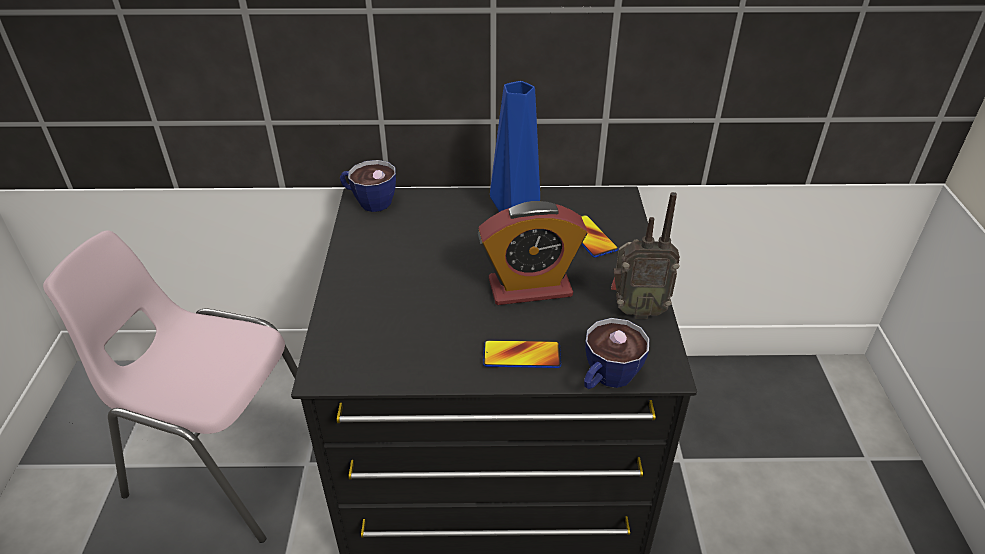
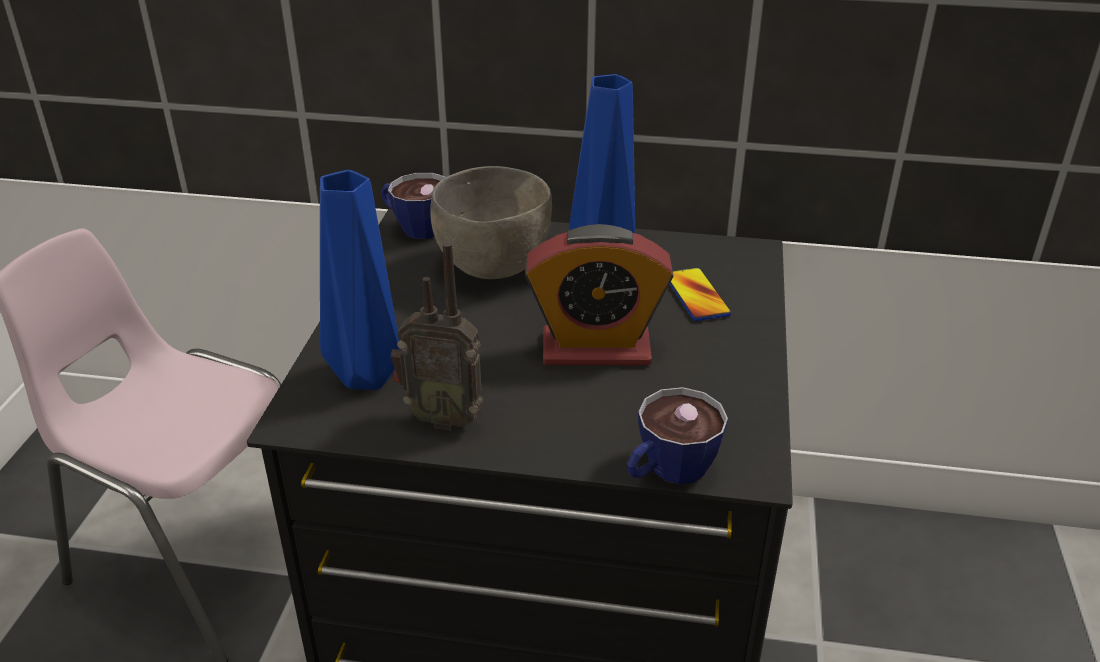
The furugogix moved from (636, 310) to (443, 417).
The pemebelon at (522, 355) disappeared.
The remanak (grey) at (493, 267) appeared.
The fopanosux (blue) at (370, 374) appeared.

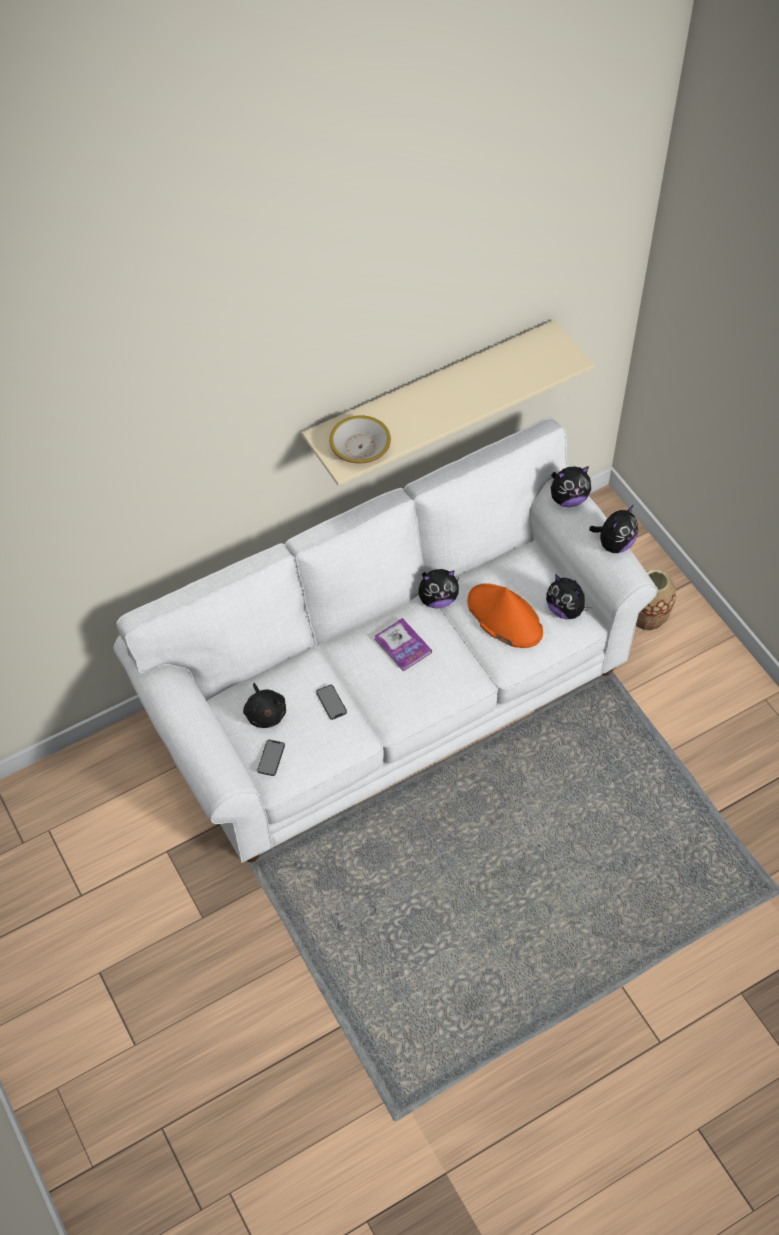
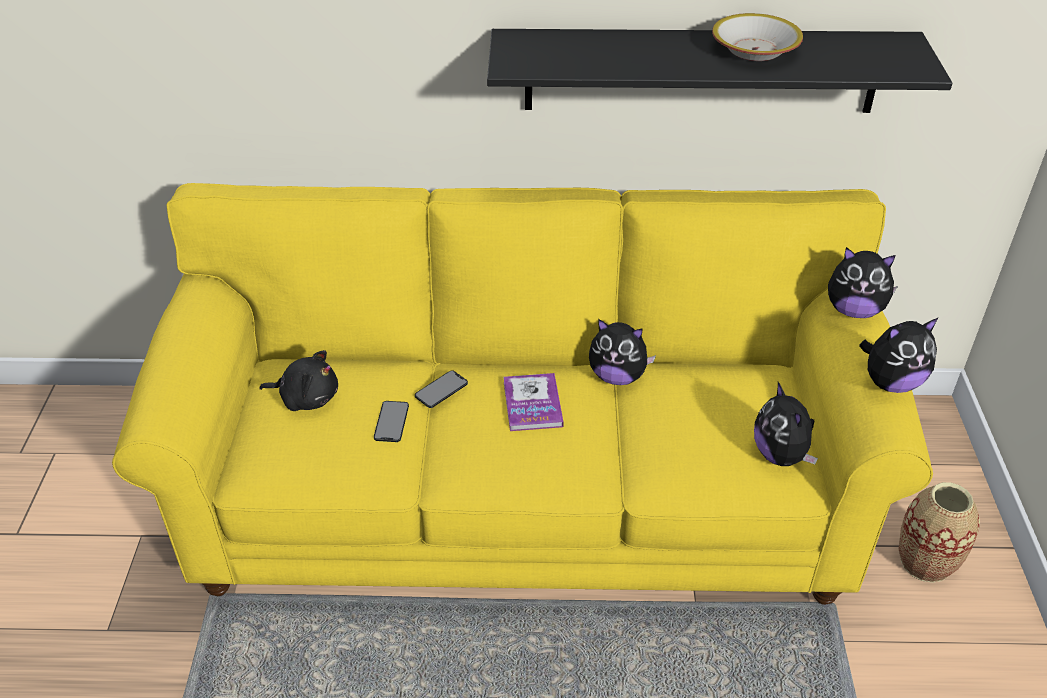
The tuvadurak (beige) at (431, 394) became the tuvadurak (black) at (701, 71).
The remanak moved from (360, 447) to (754, 50).
The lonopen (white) at (391, 695) became the lonopen (yellow) at (524, 497).
The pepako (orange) at (504, 617) disappeared.
The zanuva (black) at (265, 713) turned 90 degrees counterclockwise.
The pemebelon moved from (271, 758) to (441, 389).

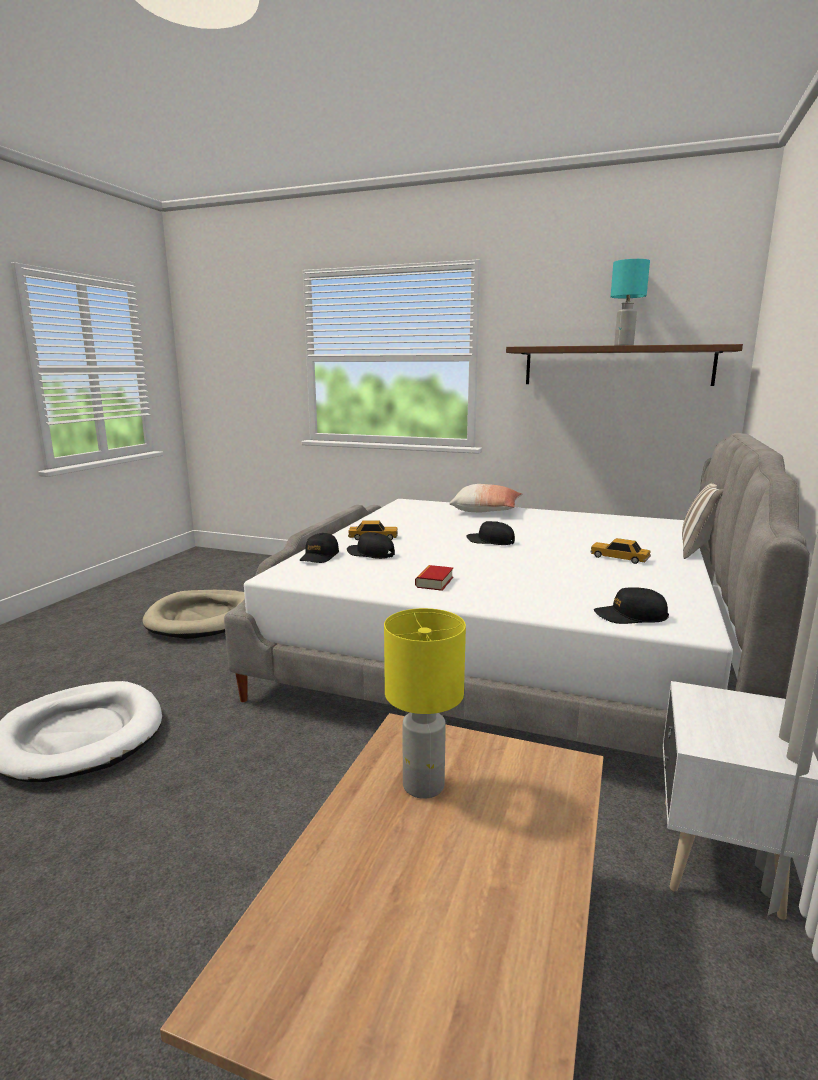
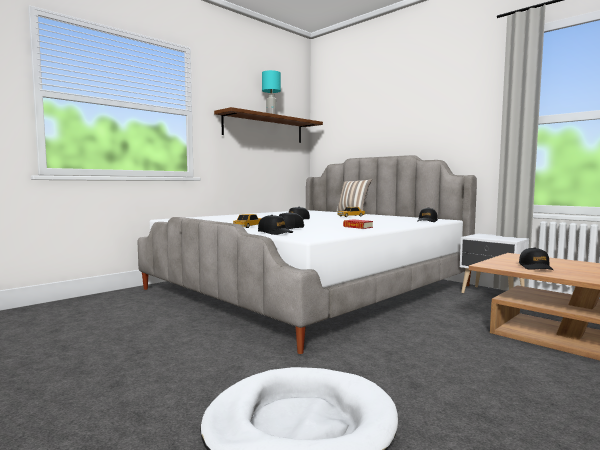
The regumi at (486, 511) disappeared.
The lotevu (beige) at (202, 618) disappeared.
The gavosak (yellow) at (424, 786) was replaced by the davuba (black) at (535, 267).

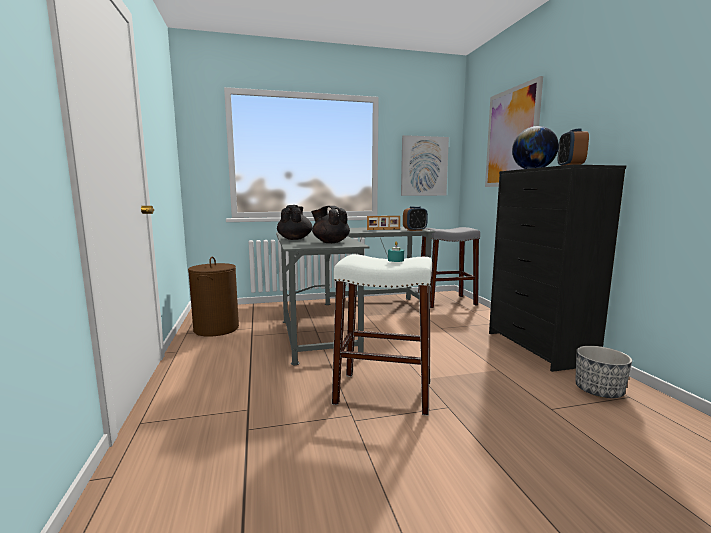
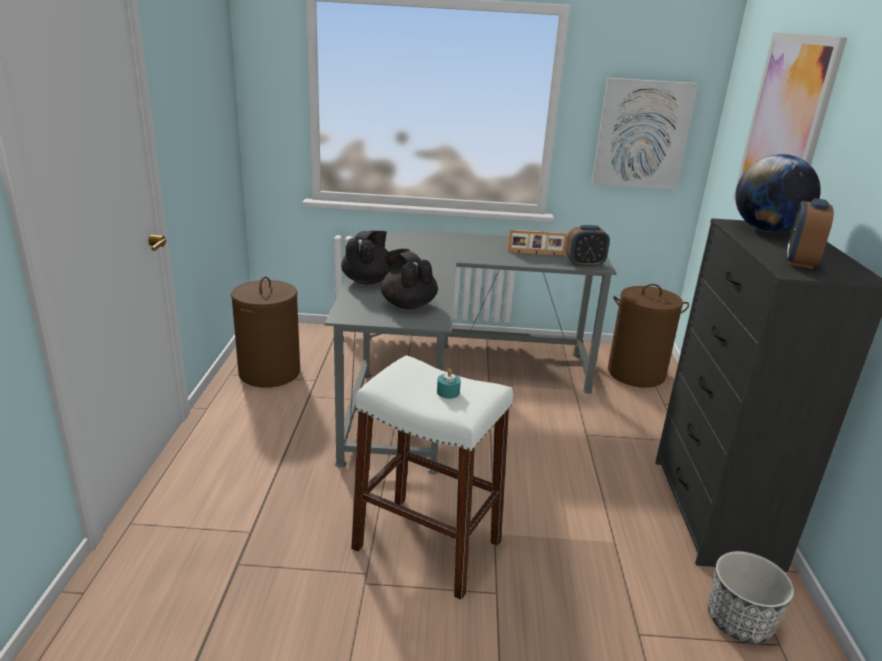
The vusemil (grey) at (447, 301) was replaced by the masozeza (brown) at (636, 373).

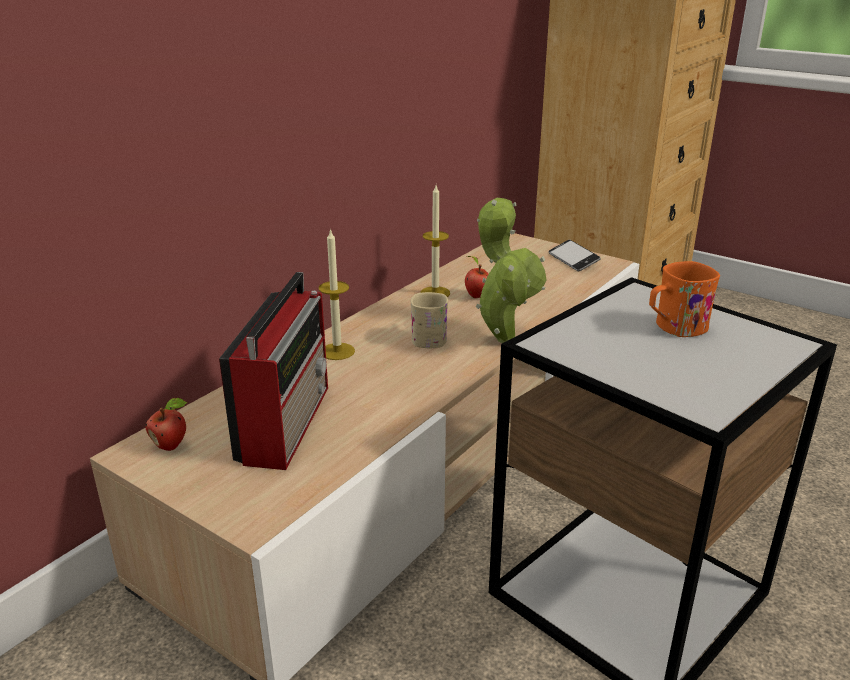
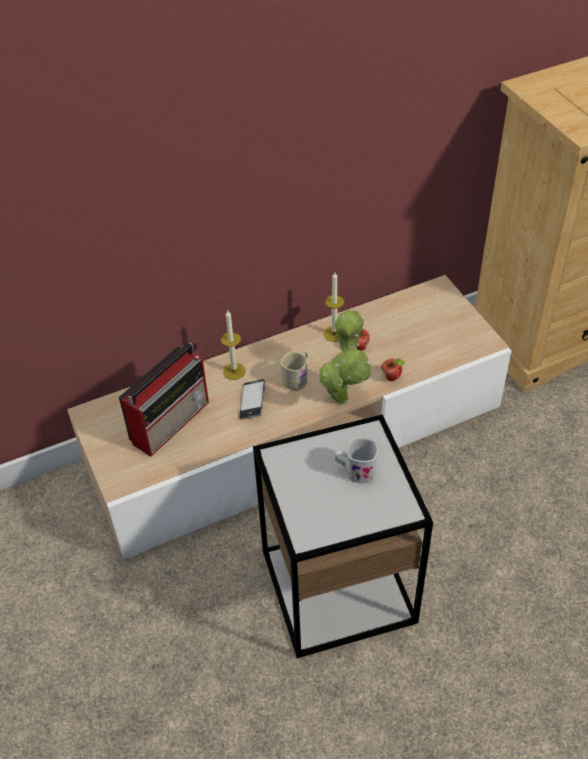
The pemebelon moved from (573, 260) to (252, 402).
The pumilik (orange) at (674, 328) became the pumilik (white) at (355, 471).
The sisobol moved from (172, 445) to (392, 377).

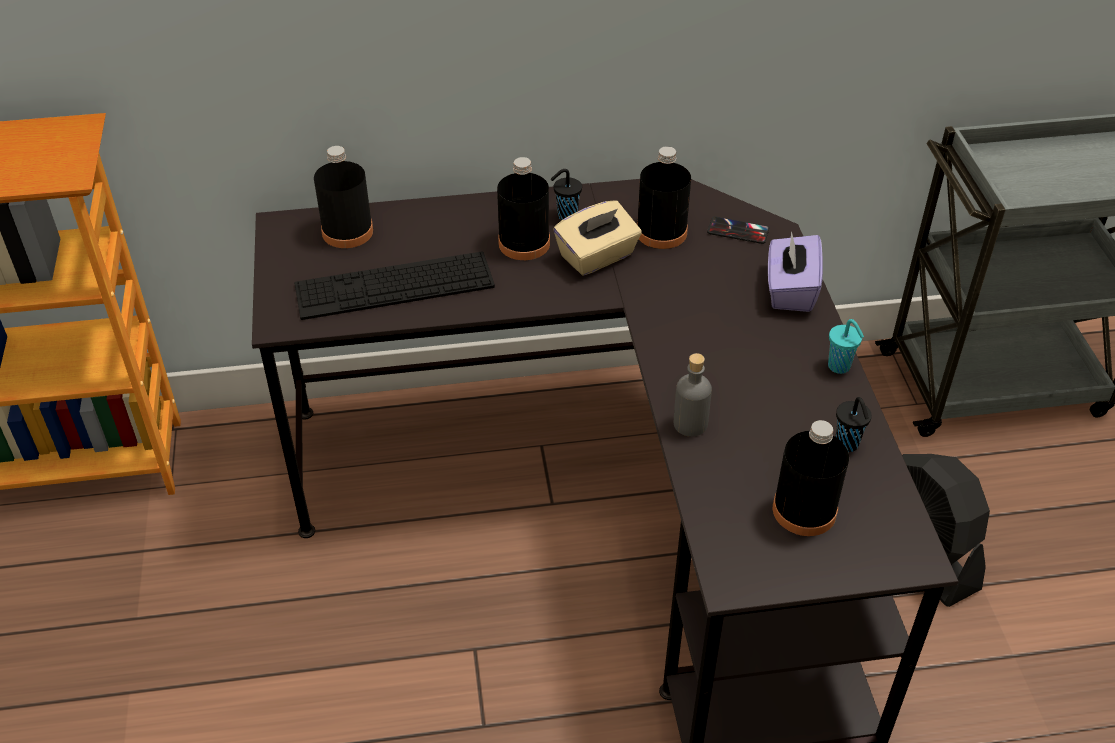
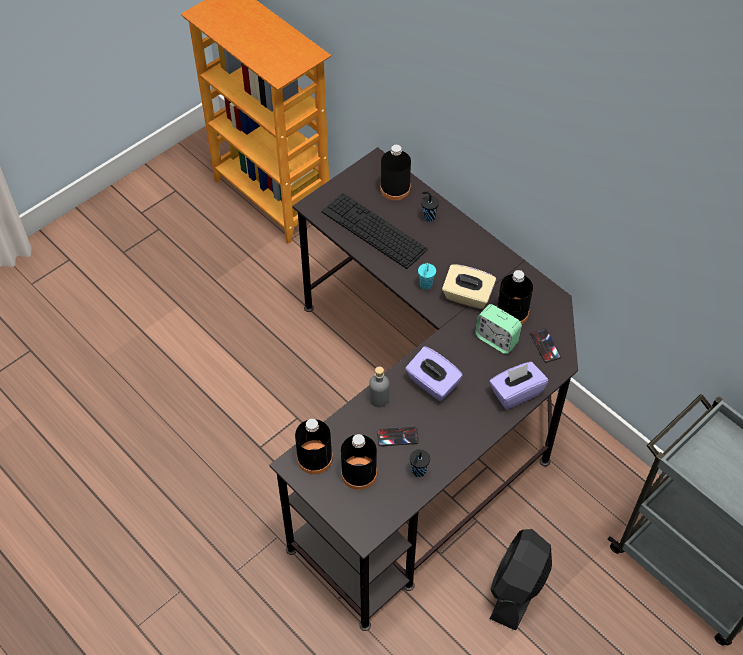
The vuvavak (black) moved from (524, 243) to (314, 458).
The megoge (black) moved from (566, 216) to (428, 216).
The megoge (turquoise) moved from (840, 367) to (426, 285).
The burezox at (496, 340) appeared.
The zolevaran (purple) at (432, 383) appeared.
The pemebelon at (397, 436) appeared.

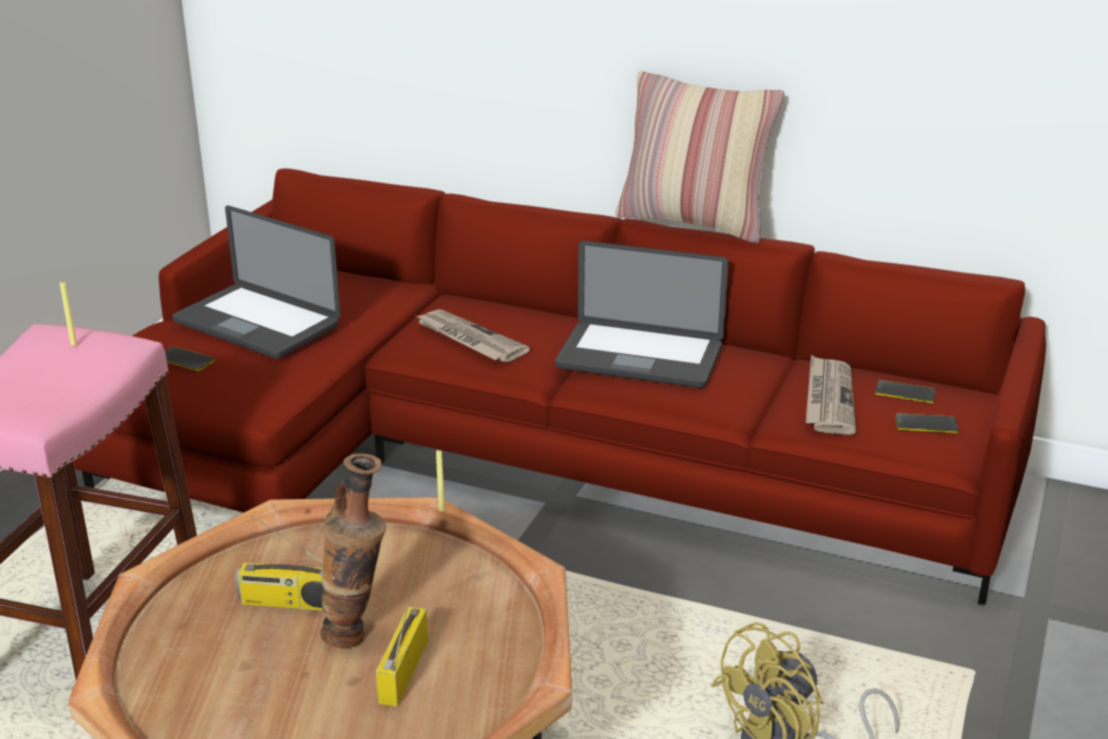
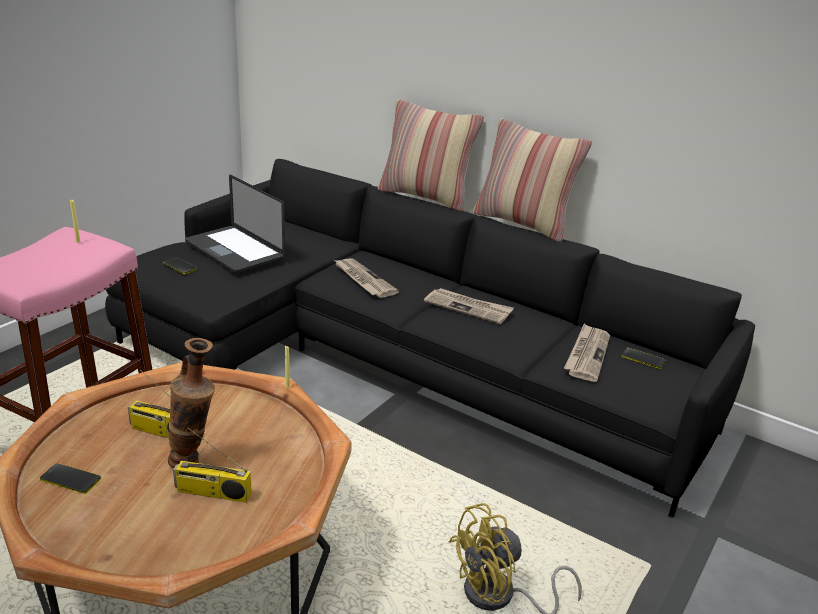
The lonopen (red) at (529, 457) became the lonopen (black) at (396, 363).
The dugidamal at (639, 358) was replaced by the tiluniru at (468, 308).
The pemebelon moved from (926, 424) to (70, 479).
The furugogix at (403, 669) turned 105 degrees counterclockwise.
The regumi at (425, 197) appeared.

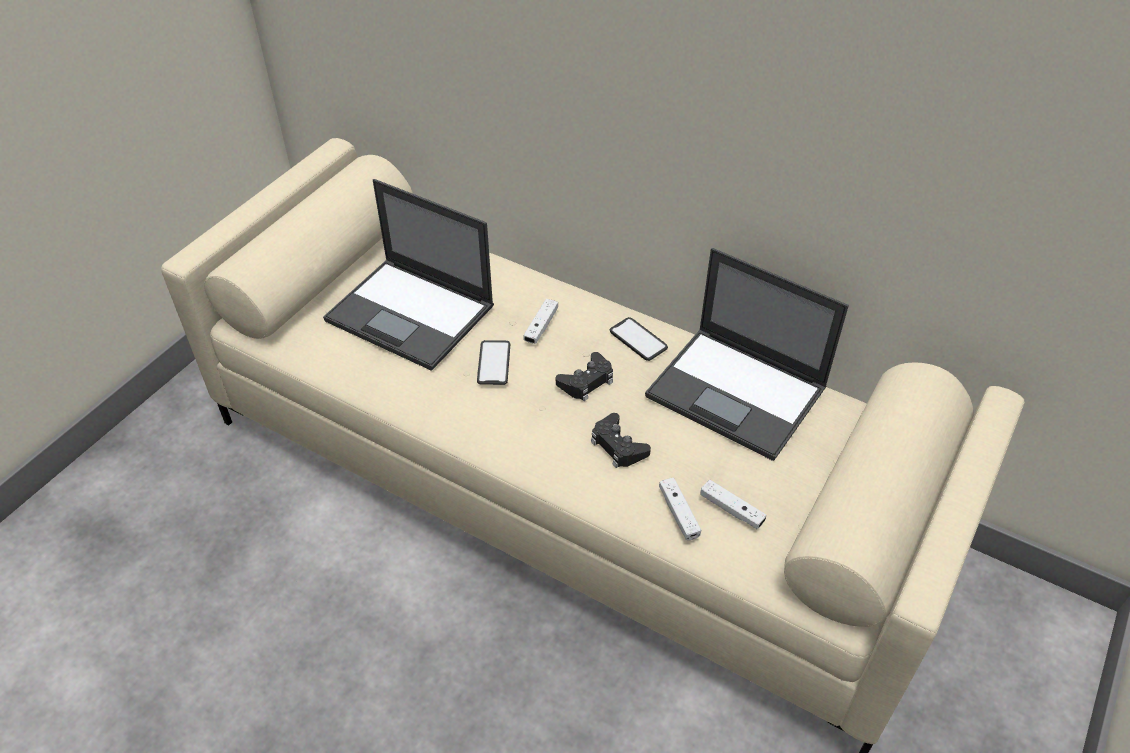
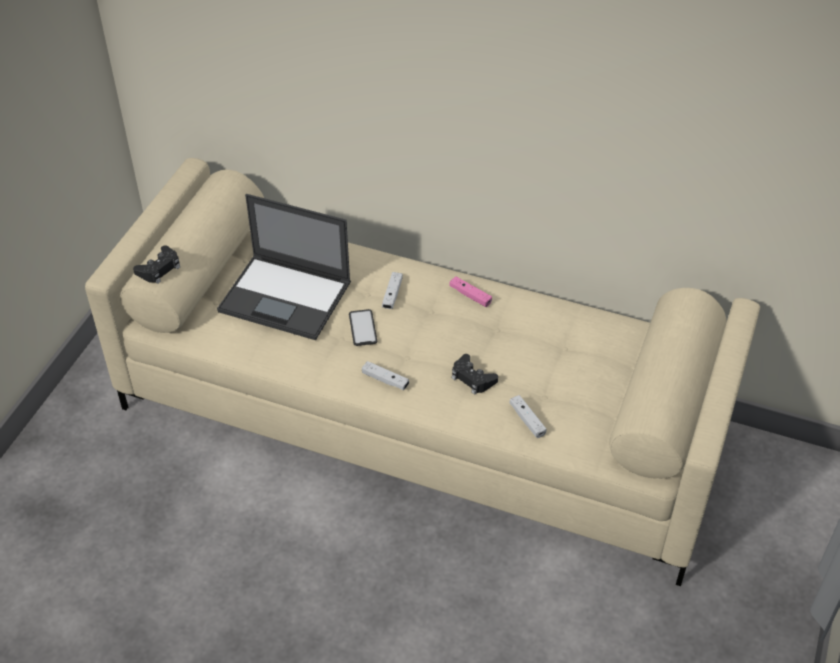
The dugidamal at (738, 393) disappeared.
The pemebelon at (638, 340) was replaced by the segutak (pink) at (470, 295).
The segutak (black) moved from (586, 381) to (159, 269).
The segutak (white) moved from (731, 509) to (385, 380).

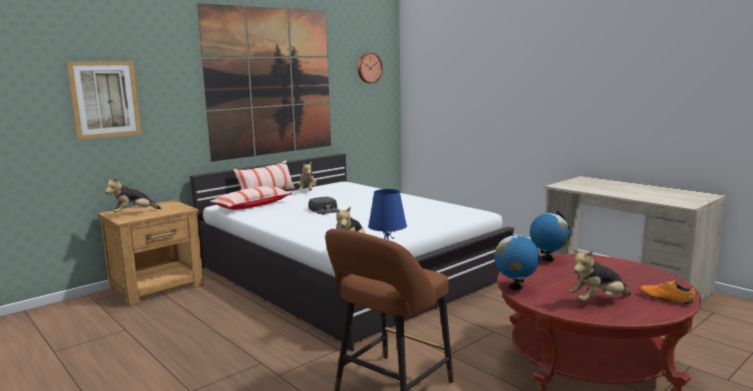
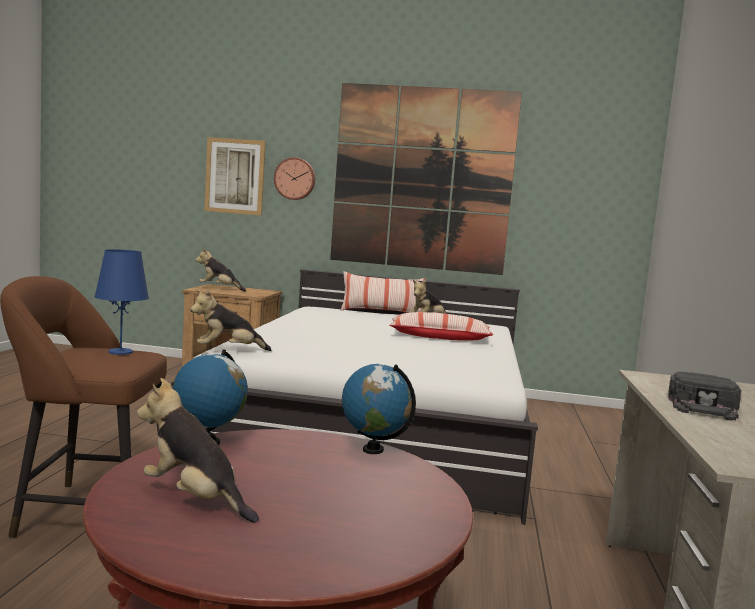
The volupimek moved from (369, 68) to (295, 179).
The regumi moved from (252, 206) to (439, 337).
The davuba (black) moved from (325, 210) to (703, 406).
The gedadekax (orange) at (666, 299) disappeared.

